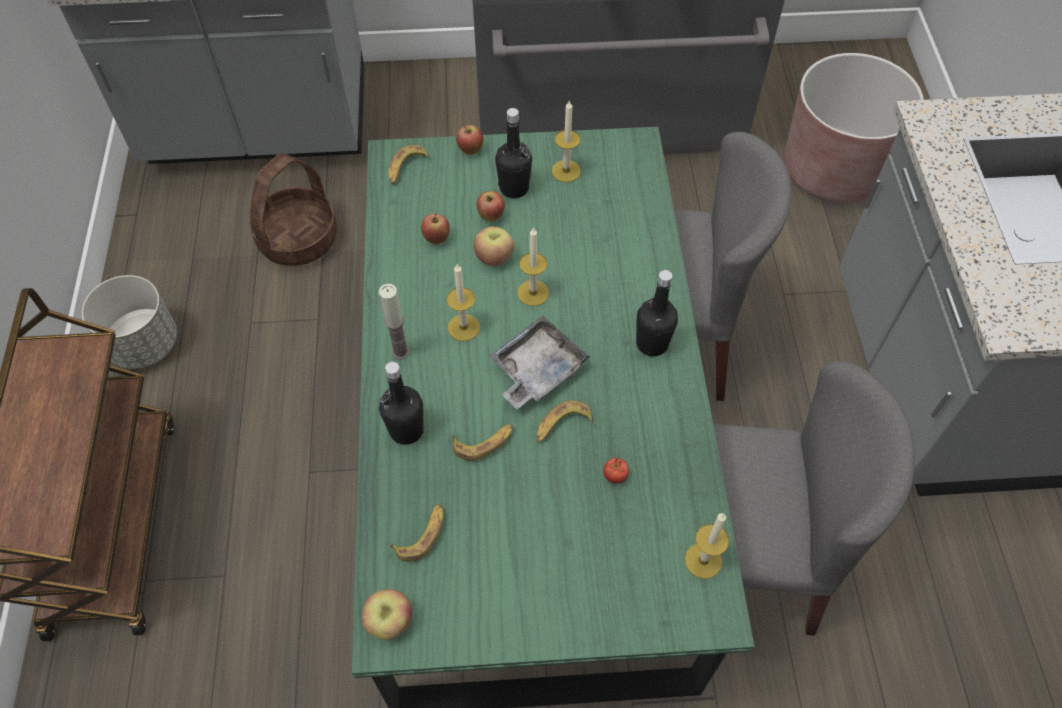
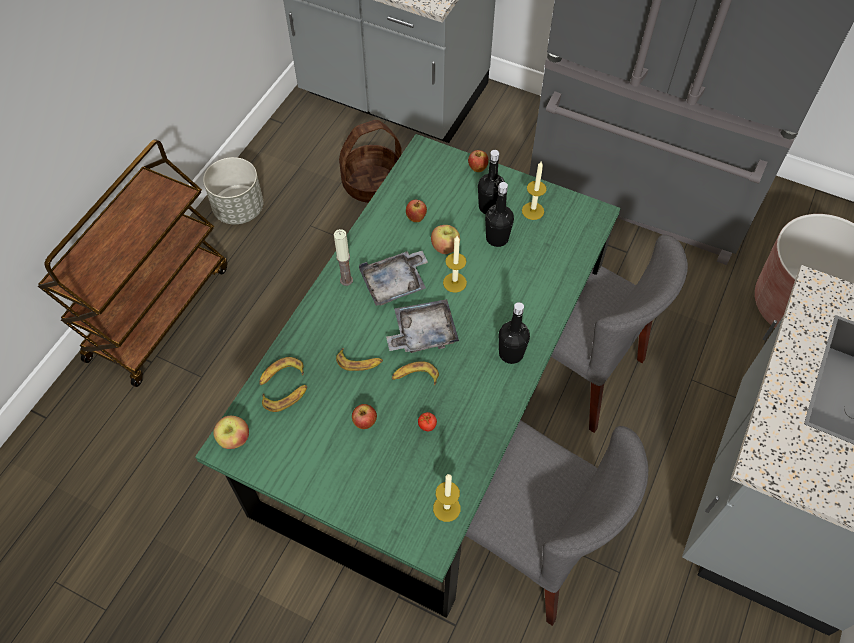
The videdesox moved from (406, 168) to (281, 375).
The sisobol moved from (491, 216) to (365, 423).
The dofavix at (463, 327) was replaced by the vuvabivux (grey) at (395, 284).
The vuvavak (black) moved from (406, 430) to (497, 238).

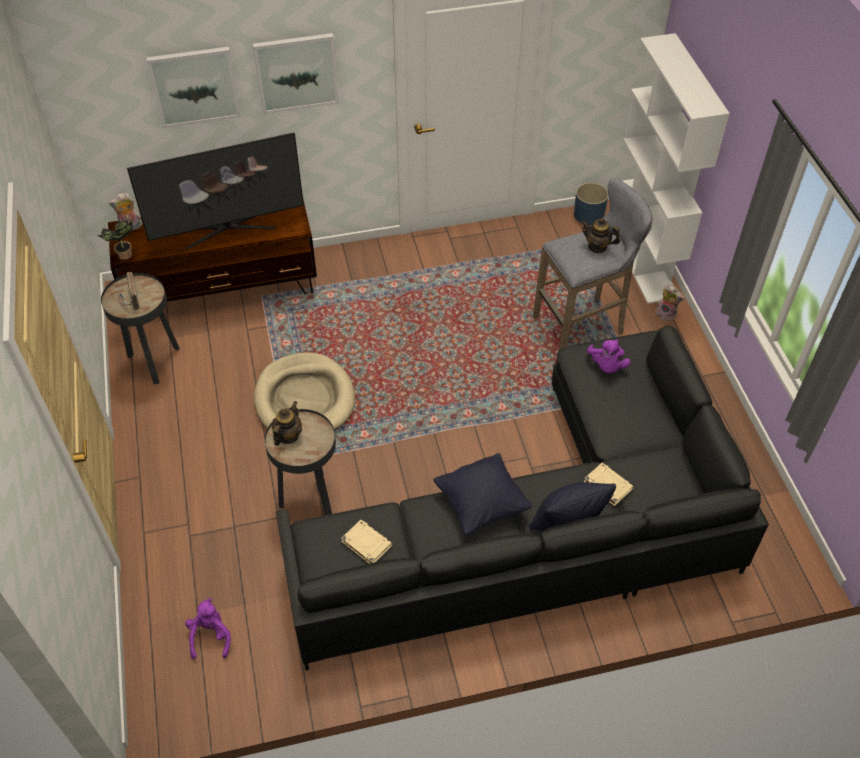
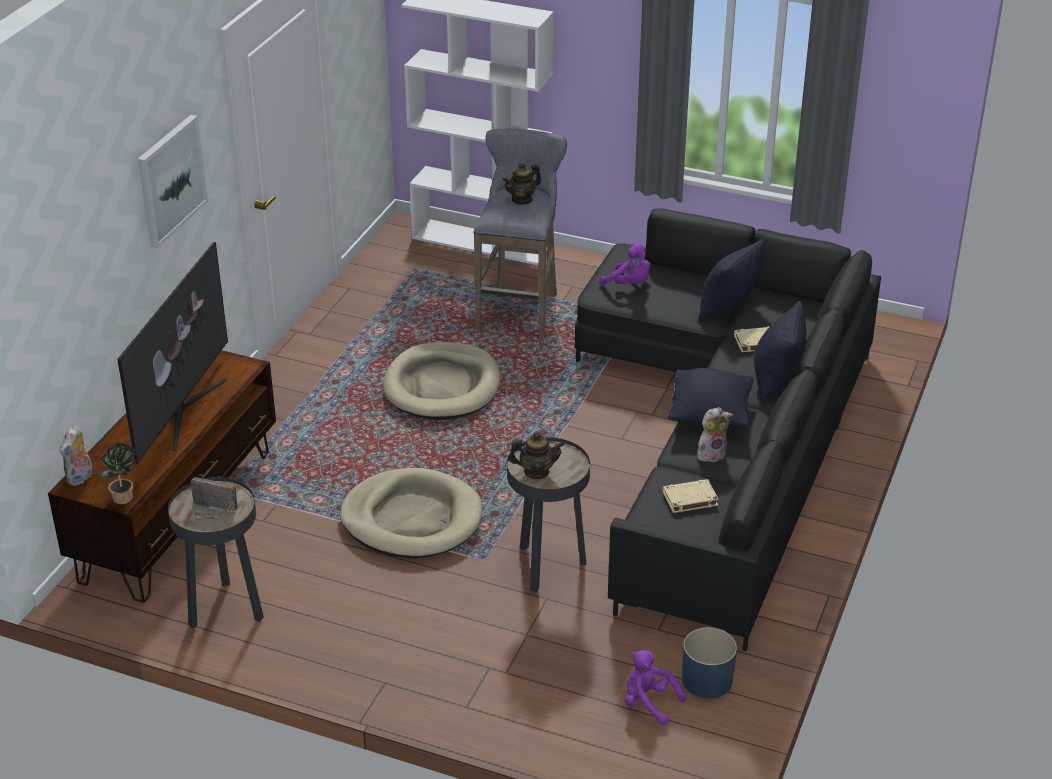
The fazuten at (194, 86) disappeared.
The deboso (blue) moved from (588, 215) to (707, 680).
The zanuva moved from (666, 314) to (711, 454).
The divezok at (288, 436) turned 120 degrees clockwise.
The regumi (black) at (727, 308) appeared.
The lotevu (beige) at (442, 386) appeared.

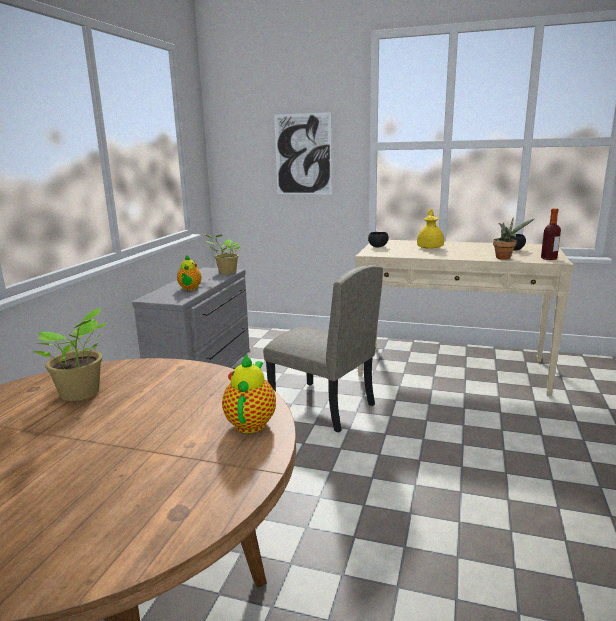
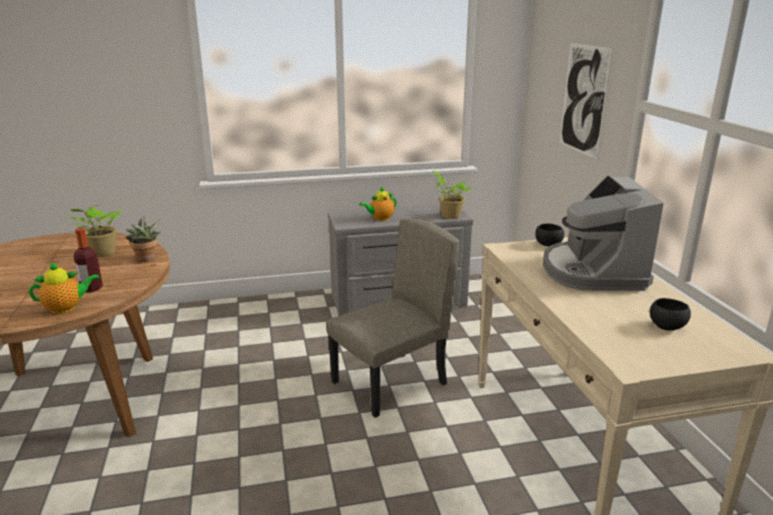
The vuvavak moved from (549, 258) to (92, 288).
The divezok (yellow) at (430, 247) was replaced by the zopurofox at (592, 272).
The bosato moved from (505, 258) to (146, 259).
The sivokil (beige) at (322, 406) turned 135 degrees counterclockwise.

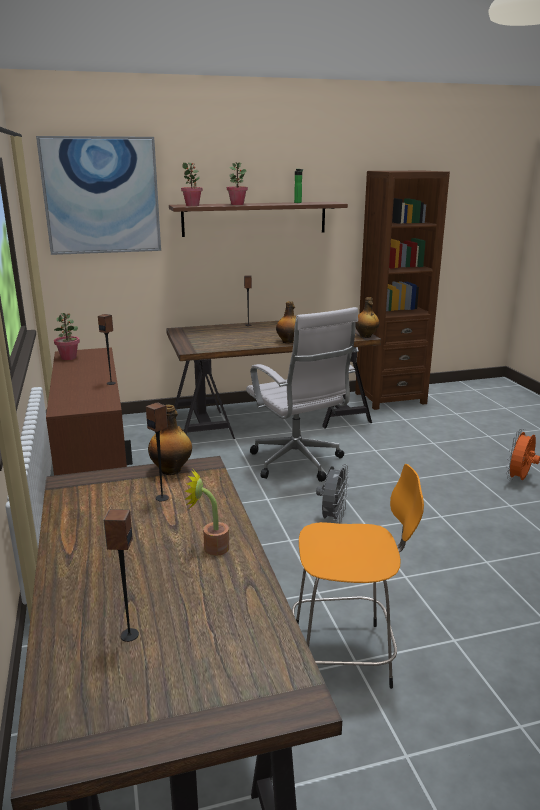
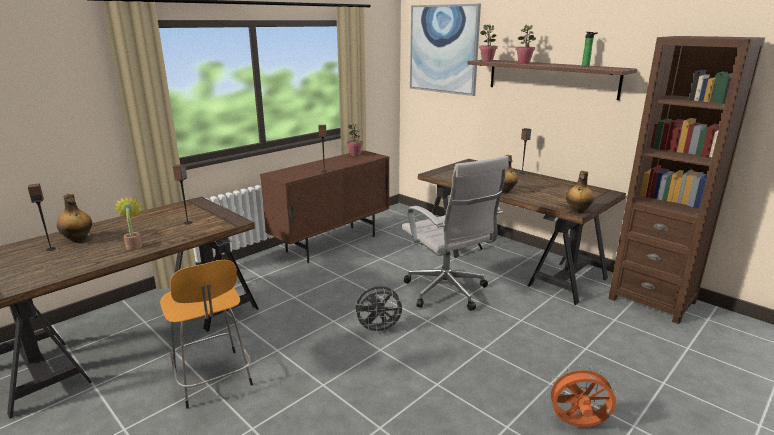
The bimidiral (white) at (298, 464) turned 60 degrees counterclockwise.
The vuvavak moved from (171, 470) to (78, 240).

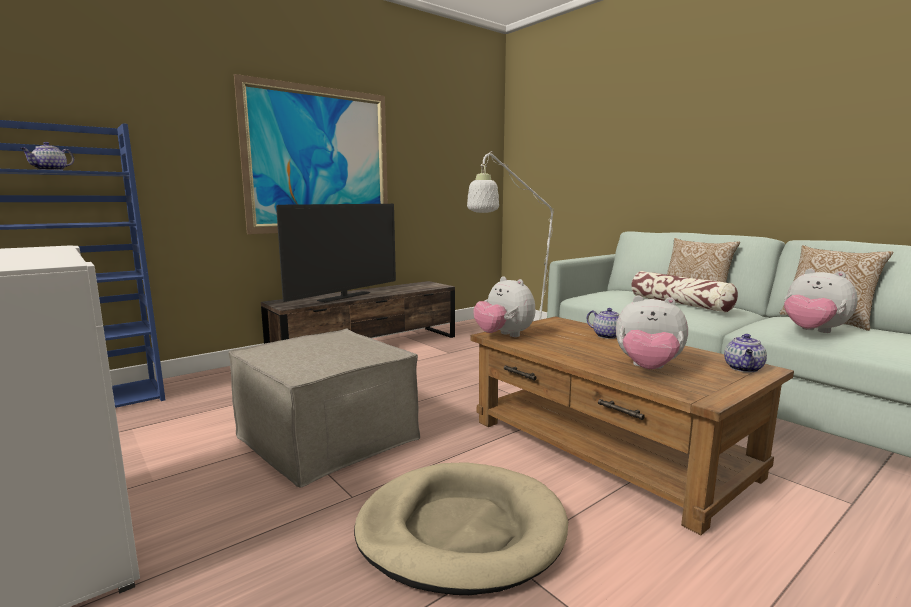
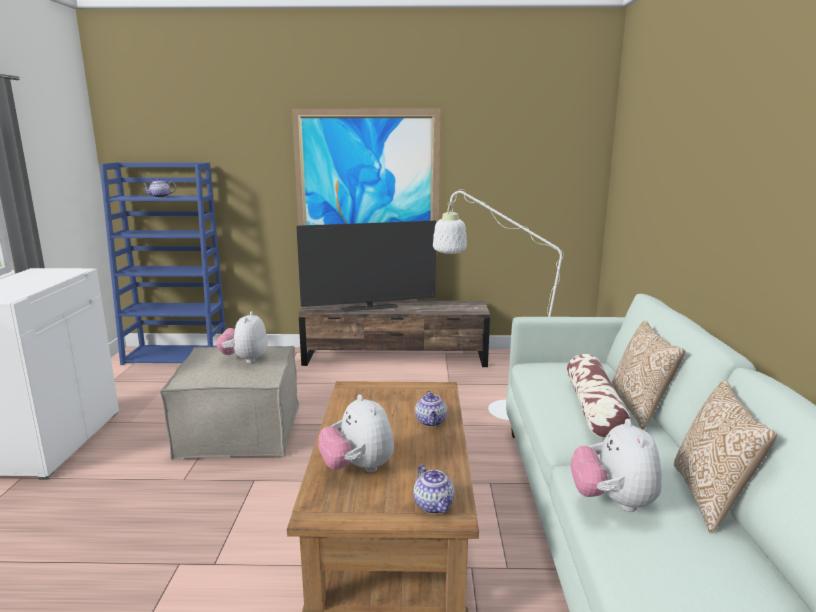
The zanuva moved from (504, 336) to (245, 359).
The divezok at (744, 369) turned 90 degrees counterclockwise.
The lotevu (beige) at (461, 531) disappeared.

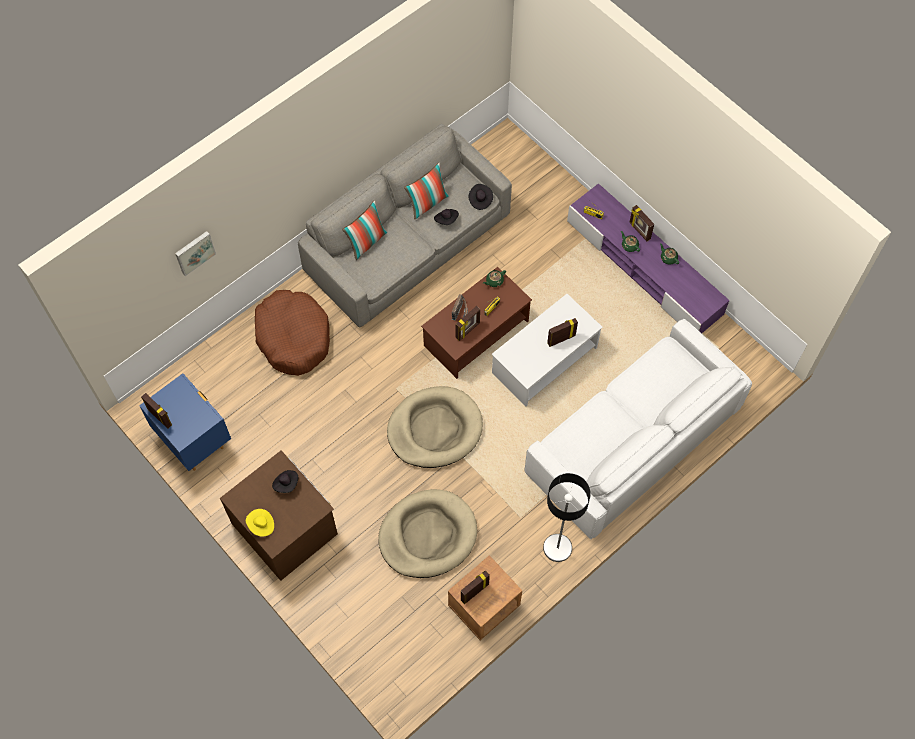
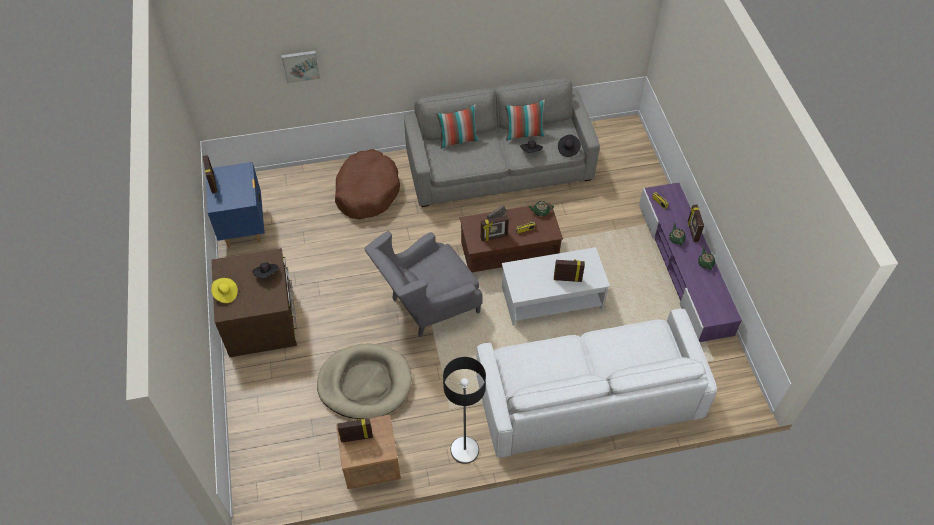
The lotevu (beige) at (434, 429) was replaced by the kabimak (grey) at (427, 306).

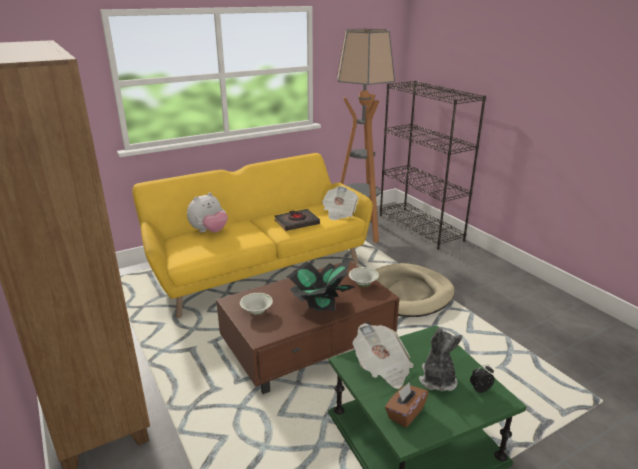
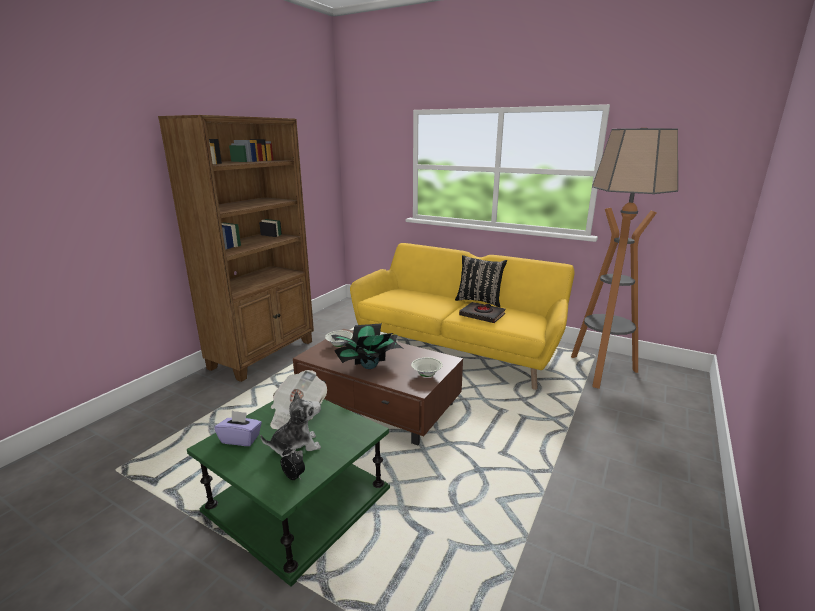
The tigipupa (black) at (420, 228) disappeared.
The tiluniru at (339, 213) disappeared.
The zanuva at (209, 231) disappeared.
The lotevu (beige) at (406, 294) disappeared.
The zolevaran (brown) at (405, 413) became the zolevaran (purple) at (241, 439).
The regumi (black) at (479, 301) appeared.

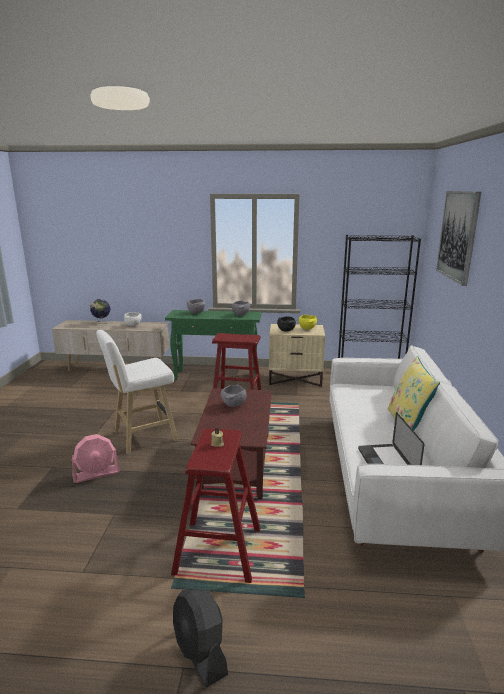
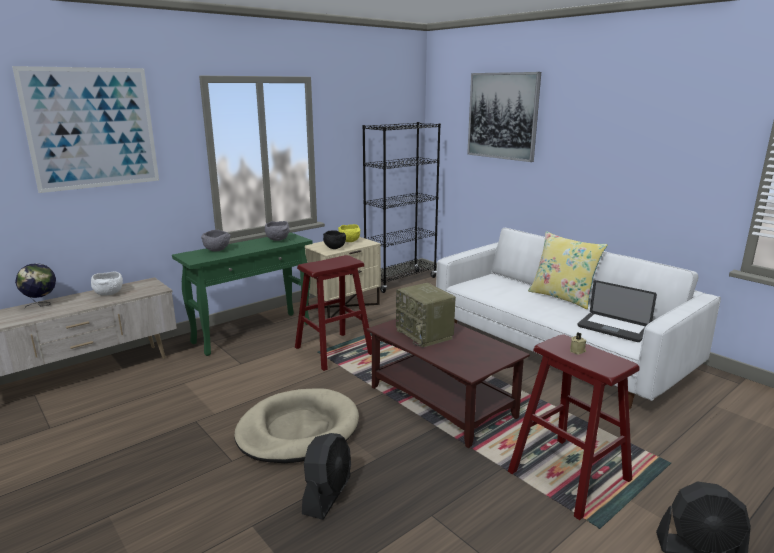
The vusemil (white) at (142, 437) was replaced by the lotevu (beige) at (298, 430).
The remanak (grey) at (233, 405) was replaced by the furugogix at (425, 334).
The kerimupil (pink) at (96, 474) became the kerimupil (black) at (327, 494).
The fazuten at (92, 128) appeared.

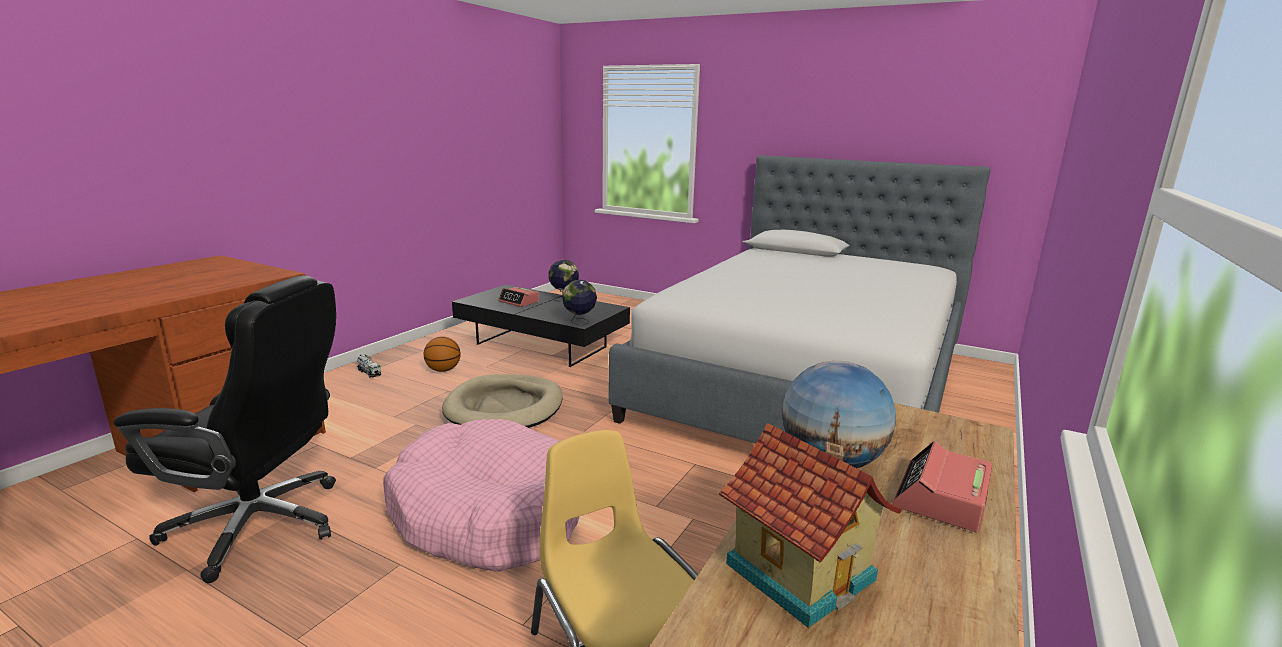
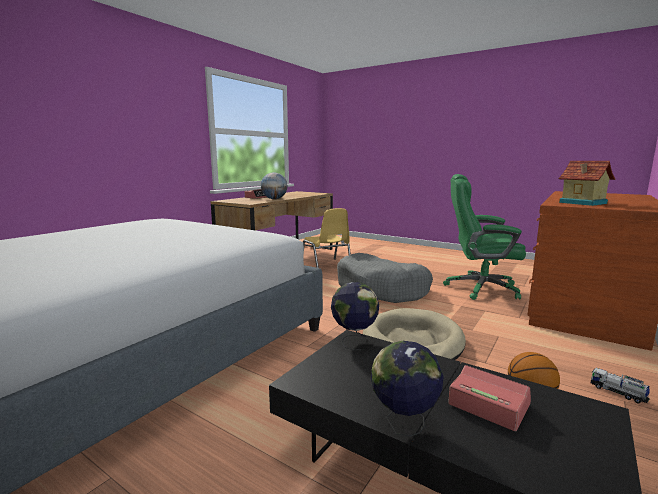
The bimidiral (black) at (261, 525) became the bimidiral (green) at (480, 288).
The lotevu (pink) at (488, 513) became the lotevu (grey) at (382, 290).
The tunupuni moved from (801, 570) to (582, 203).

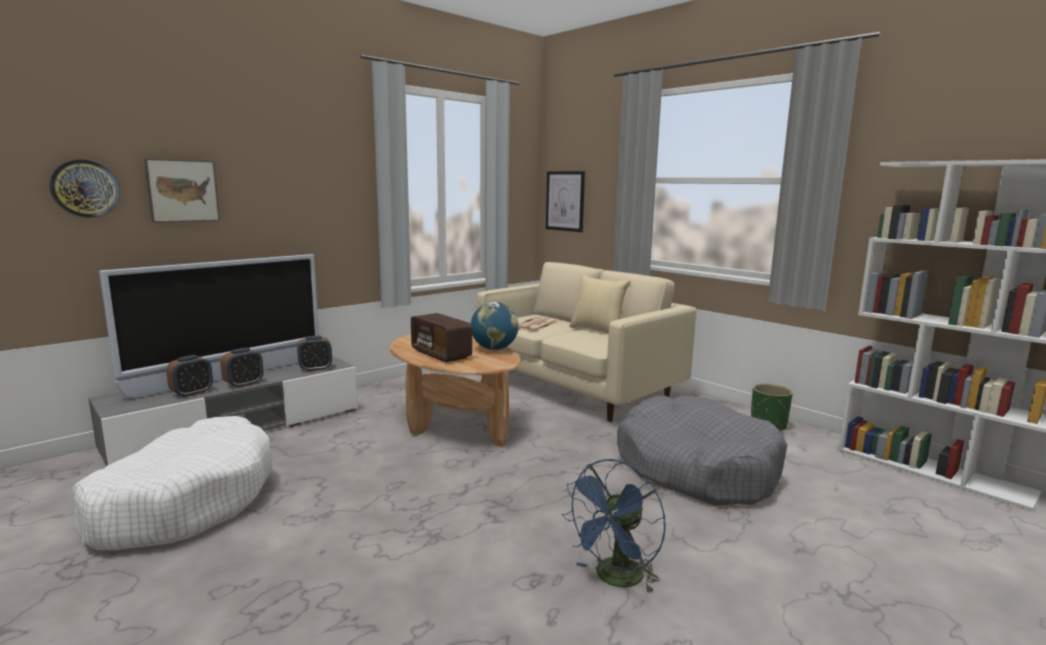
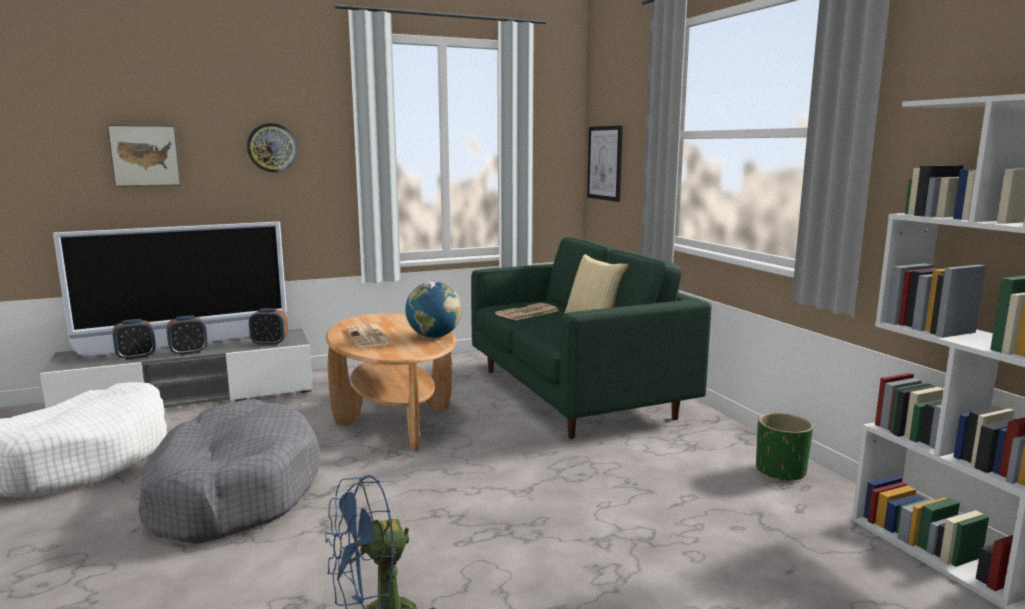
The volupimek moved from (85, 188) to (272, 148).
The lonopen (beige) at (576, 387) became the lonopen (green) at (573, 393).
The furugogix at (441, 354) was replaced by the tiluniru at (369, 337).
The lotevu (grey) moved from (696, 468) to (232, 491).

